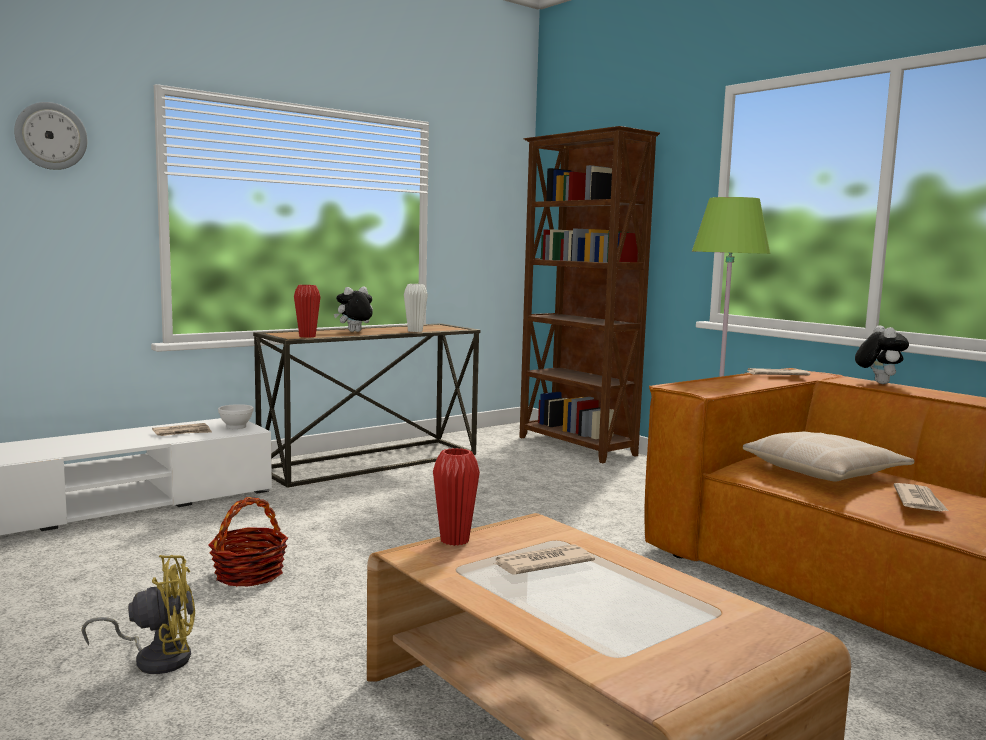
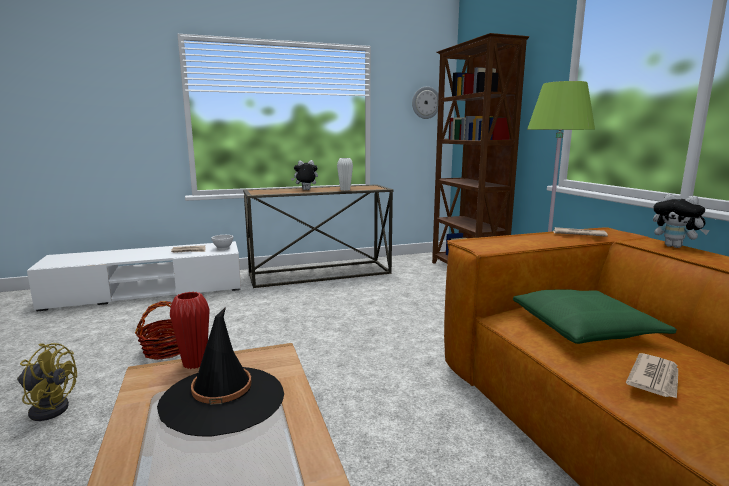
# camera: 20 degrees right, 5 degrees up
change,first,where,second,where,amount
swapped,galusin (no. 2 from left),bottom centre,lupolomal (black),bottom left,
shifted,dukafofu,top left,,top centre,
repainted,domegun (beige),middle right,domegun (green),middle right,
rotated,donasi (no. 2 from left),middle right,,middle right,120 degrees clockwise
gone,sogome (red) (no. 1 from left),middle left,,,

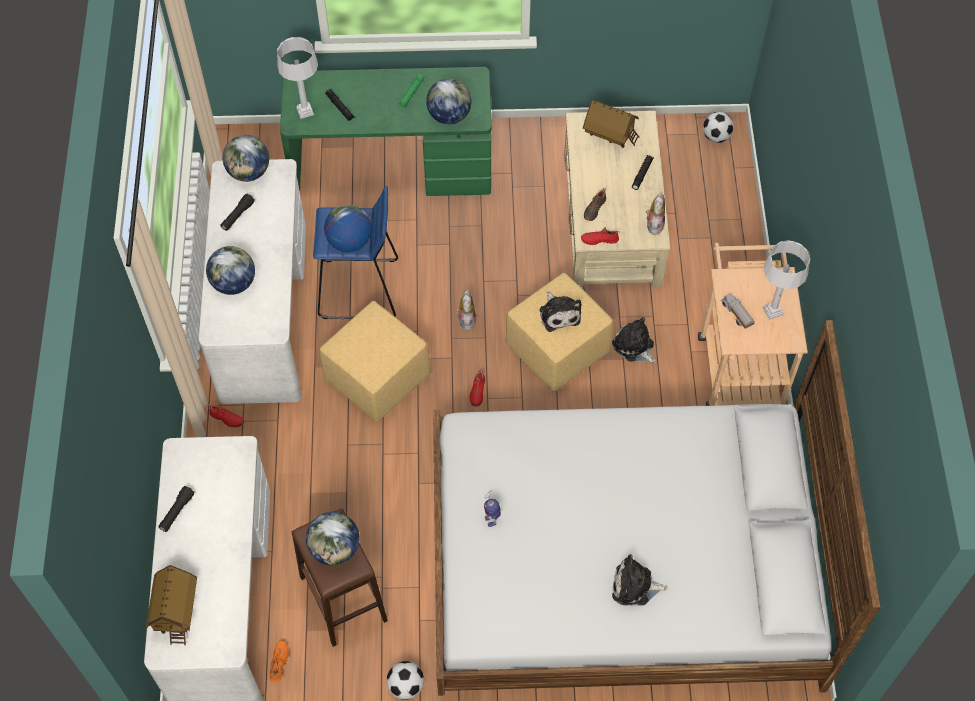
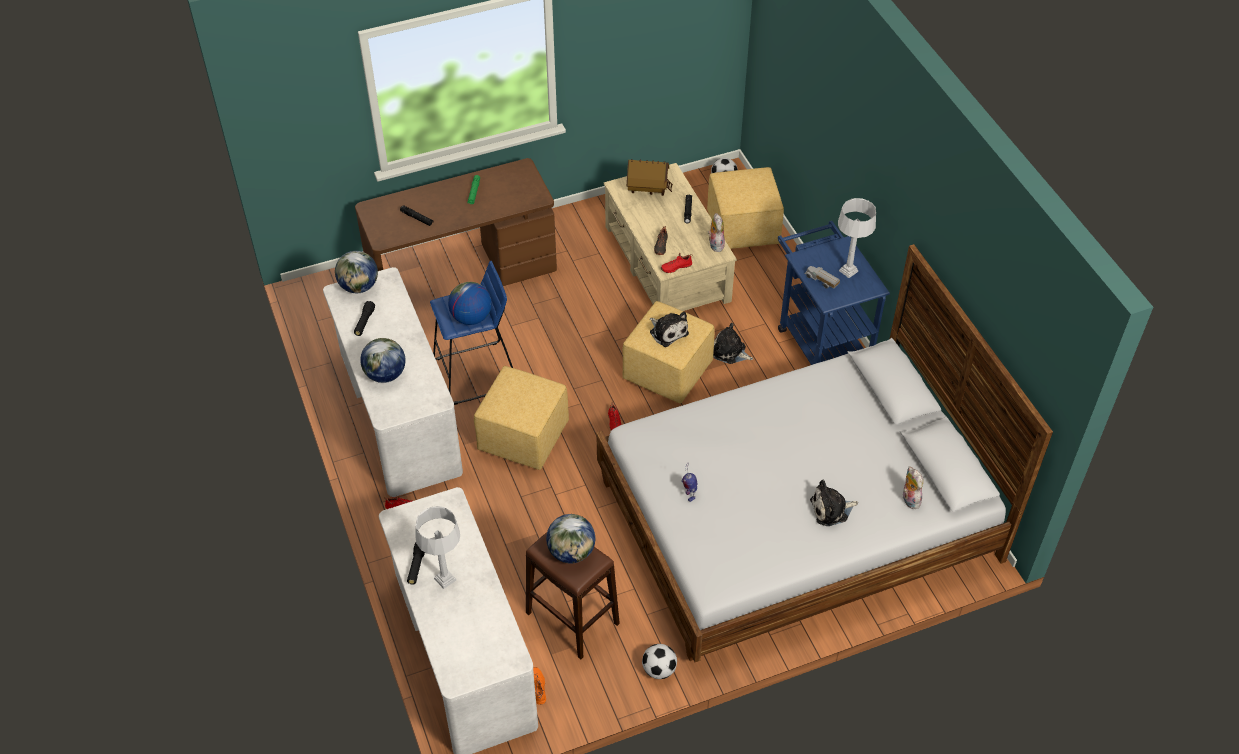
# camera: 20 degrees left, 10 degrees down
change,first,where,second,where,amount
repainted,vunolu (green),top centre,vunolu (brown),top centre,
shifted,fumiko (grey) (no. 1 from left),top left,,bottom centre,
new,,,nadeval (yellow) (no. 3 from left),top centre,
repainted,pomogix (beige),middle right,pomogix (blue),middle right,
shifted,donasi (no. 1 from left in the first image),centre,donasi (no. 5 from left),middle right,
gone,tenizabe (no. 1 from left),bottom left,,,
gone,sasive (no. 5 from left),top centre,,,

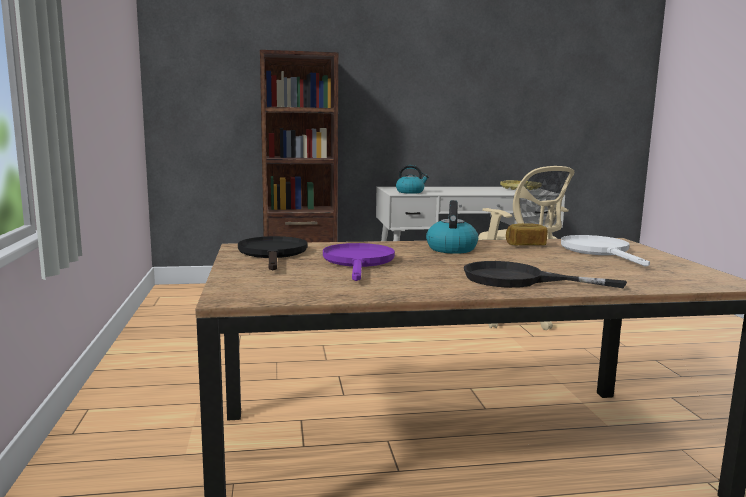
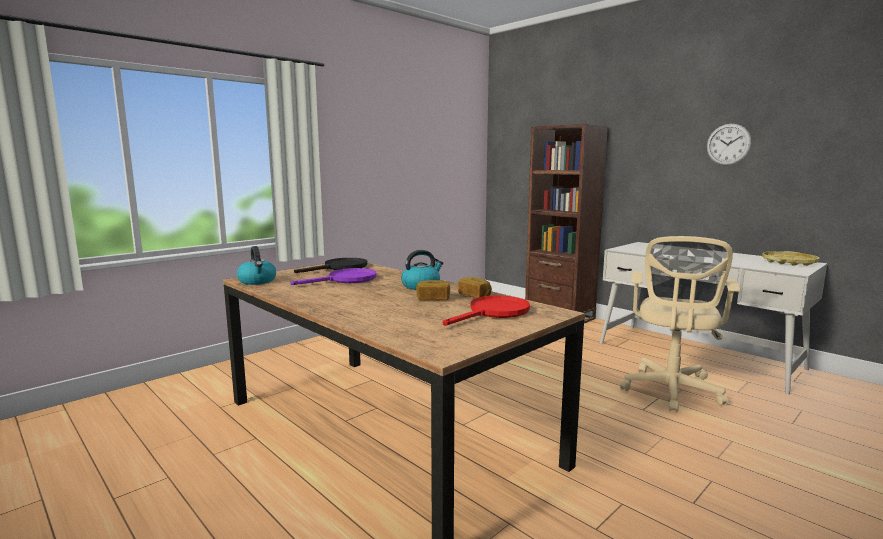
# camera: 55 degrees right, 0 degrees up
change,first,where,second,where,amount
shifted,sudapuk (no. 1 from left),centre,,middle left,
new,,,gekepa (no. 1 from left),centre,
repainted,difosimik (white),middle right,difosimik (red),centre,
new,,,dukafofu,top right,
gone,difosimik (black) (no. 2 from left),middle right,,,

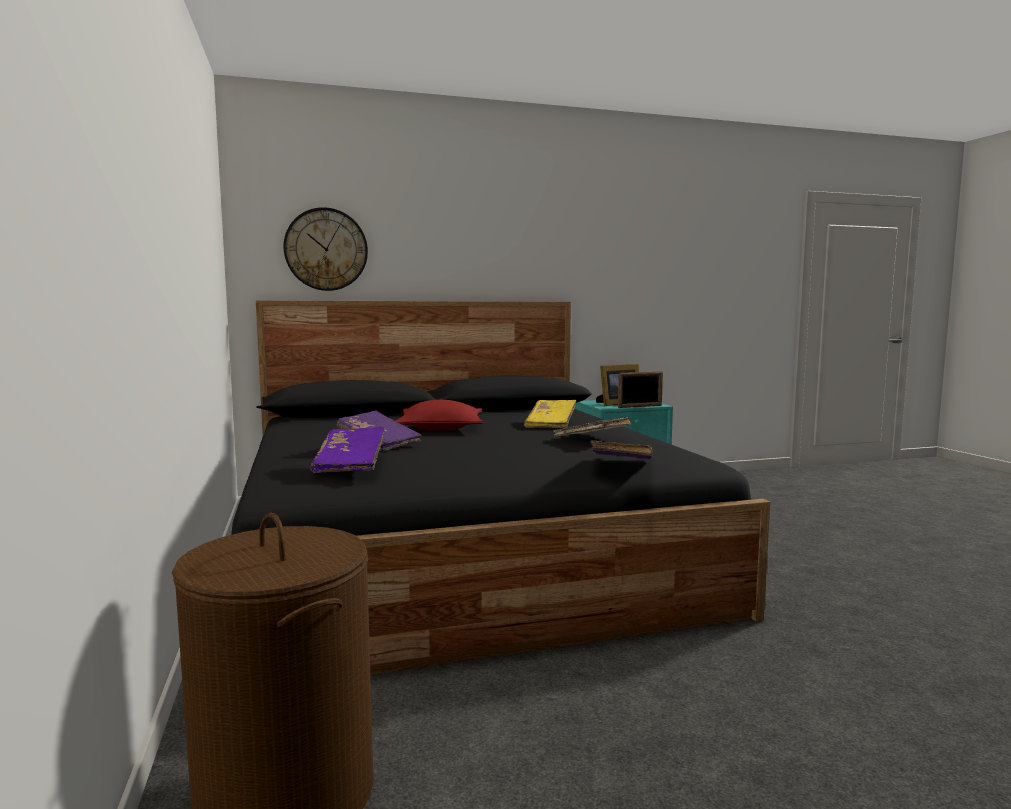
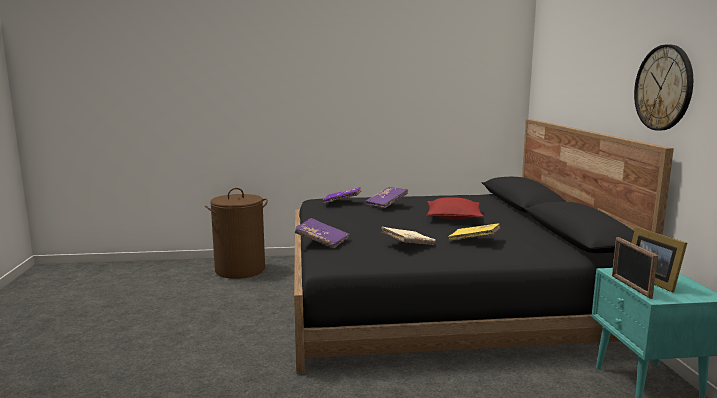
# camera: 100 degrees right, 5 degrees up
change,first,where,second,where,amount
shifted,dukafofu,top left,,top right,

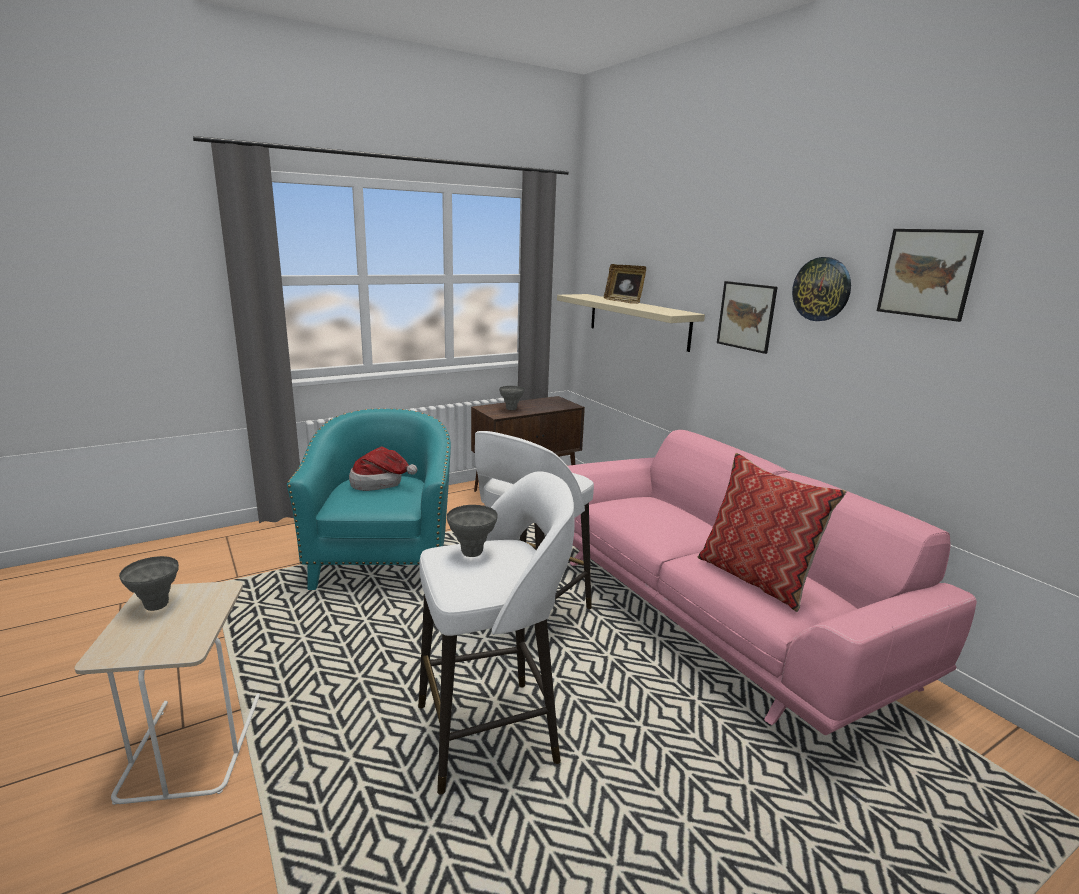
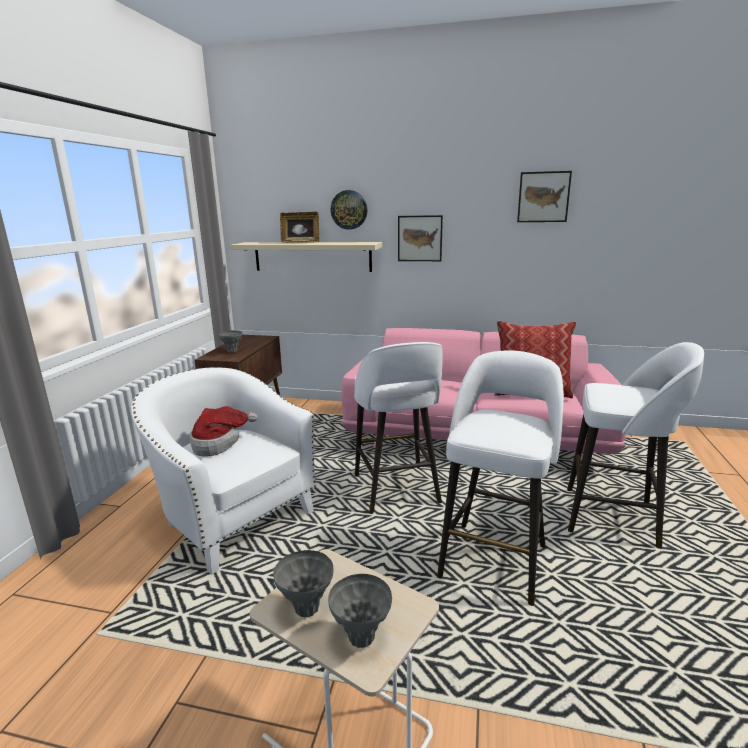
# camera: 45 degrees left, 0 degrees up
change,first,where,second,where,amount
repainted,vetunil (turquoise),centre,vetunil (white),middle left,
shifted,sogome (grey) (no. 2 from left in the first image),centre,sogome (grey) (no. 3 from left),bottom centre,
shifted,dukafofu,top right,,top centre,
new,,,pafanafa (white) (no. 3 from left),middle right,

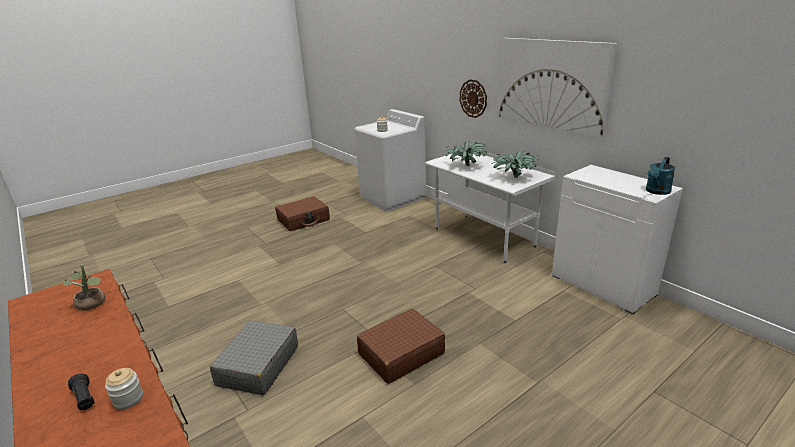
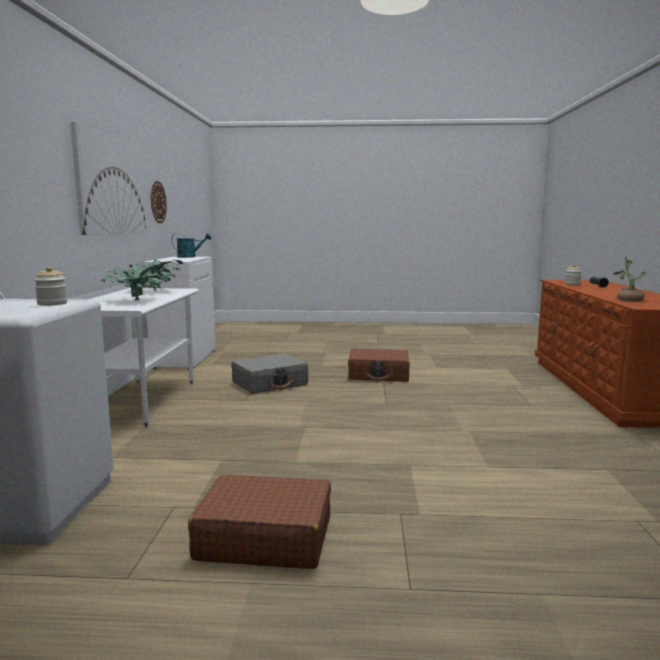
# camera: 140 degrees left, 15 degrees down
change,first,where,second,where,amount
shifted,dukafofu,top centre,,top left,
shifted,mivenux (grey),bottom left,,centre,

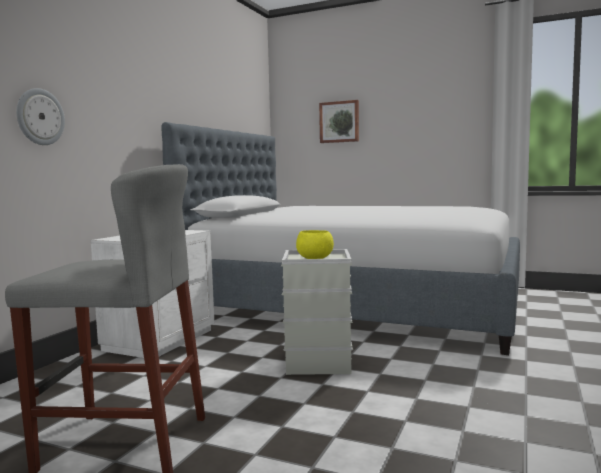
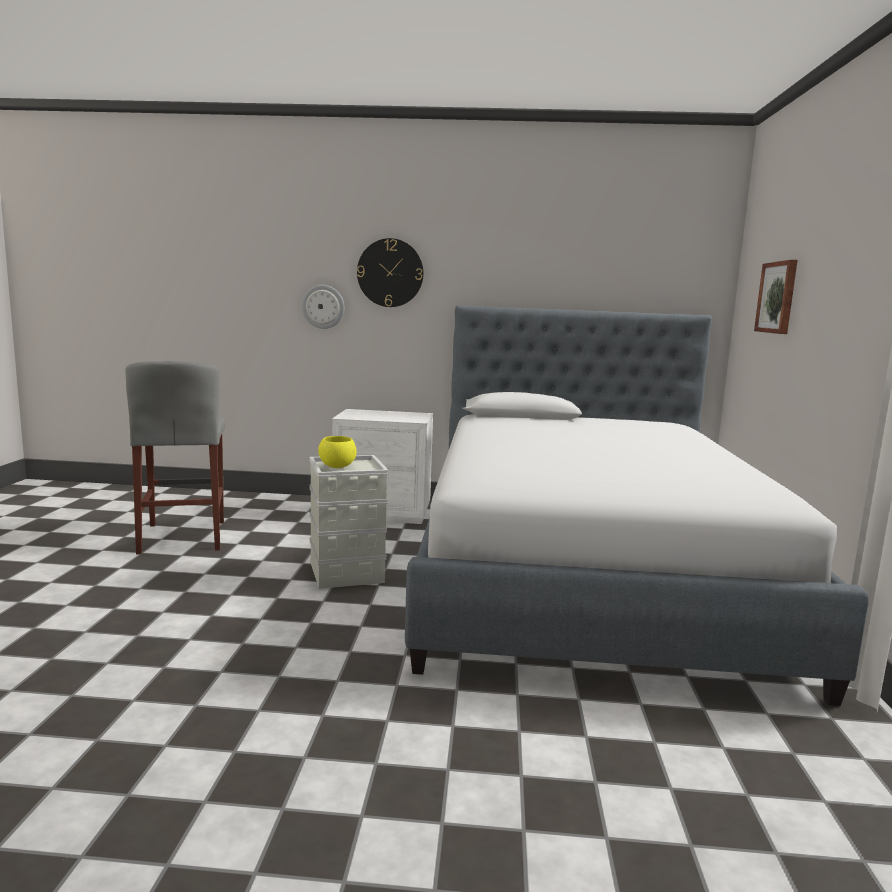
# camera: 70 degrees right, 5 degrees up
change,first,where,second,where,amount
new,,,dukafofu (no. 2 from left),top centre,

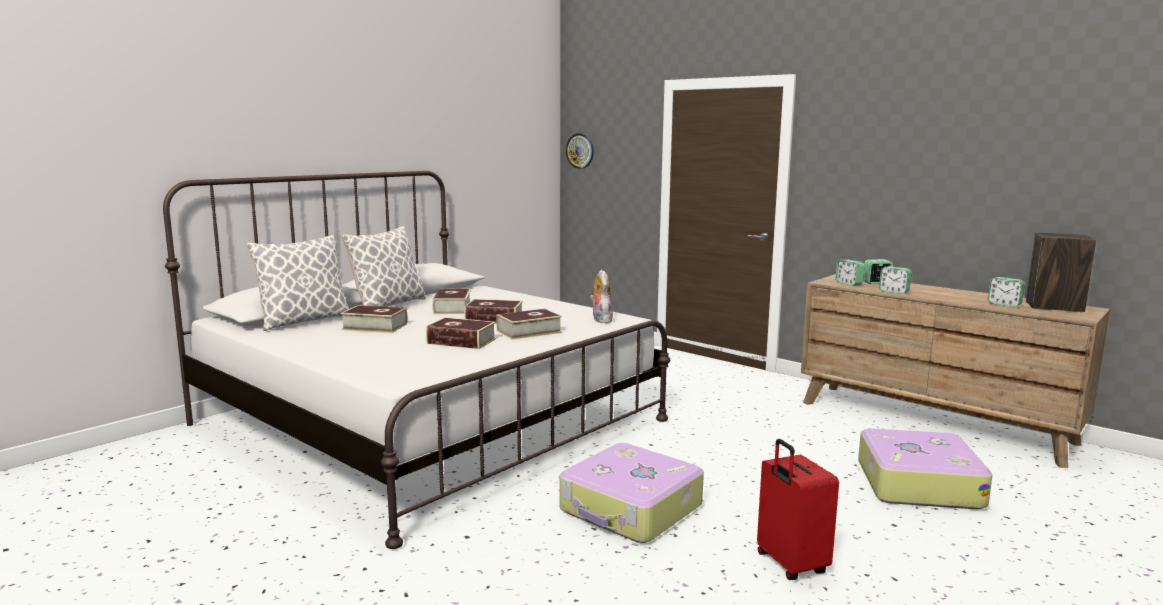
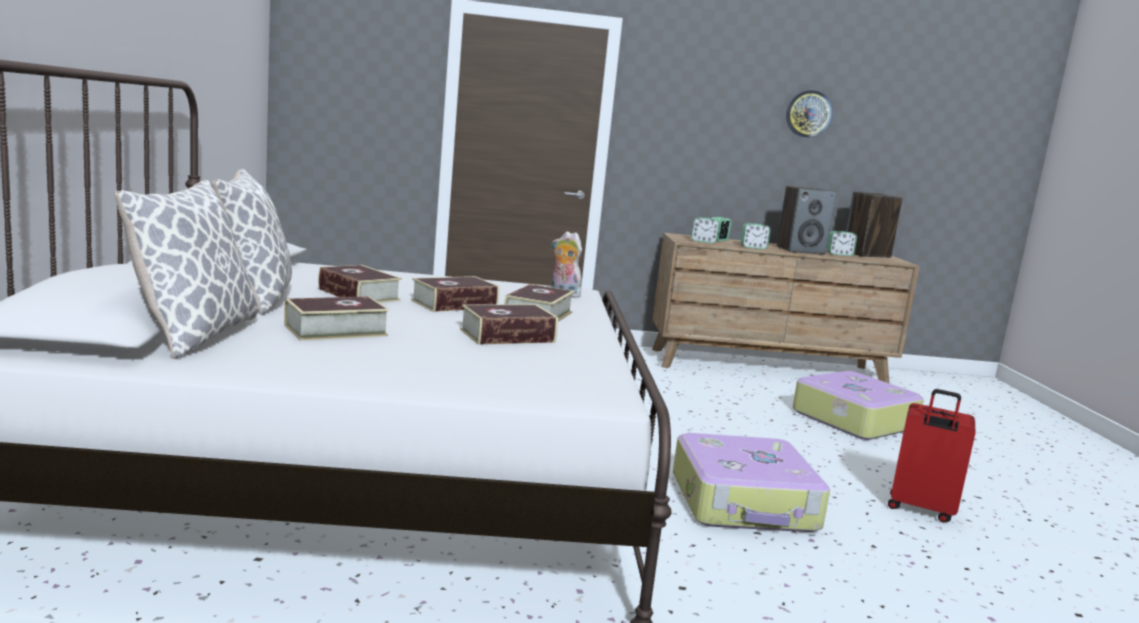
# camera: 45 degrees left, 0 degrees up
change,first,where,second,where,amount
new,,,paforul (no. 1 from left),middle right,
shifted,dukafofu,top centre,,top right,

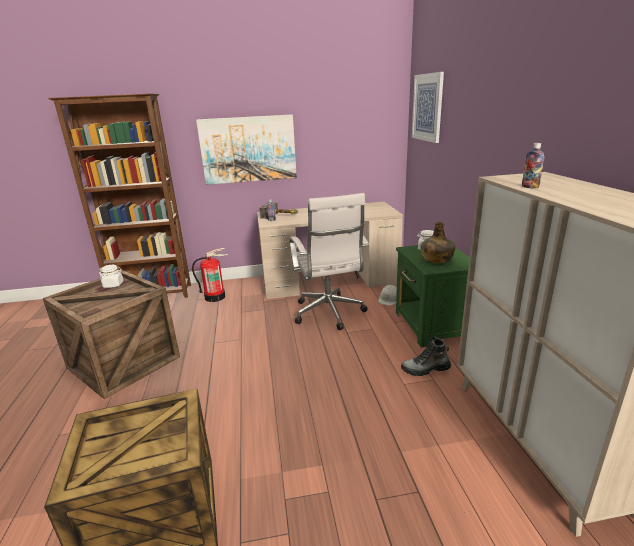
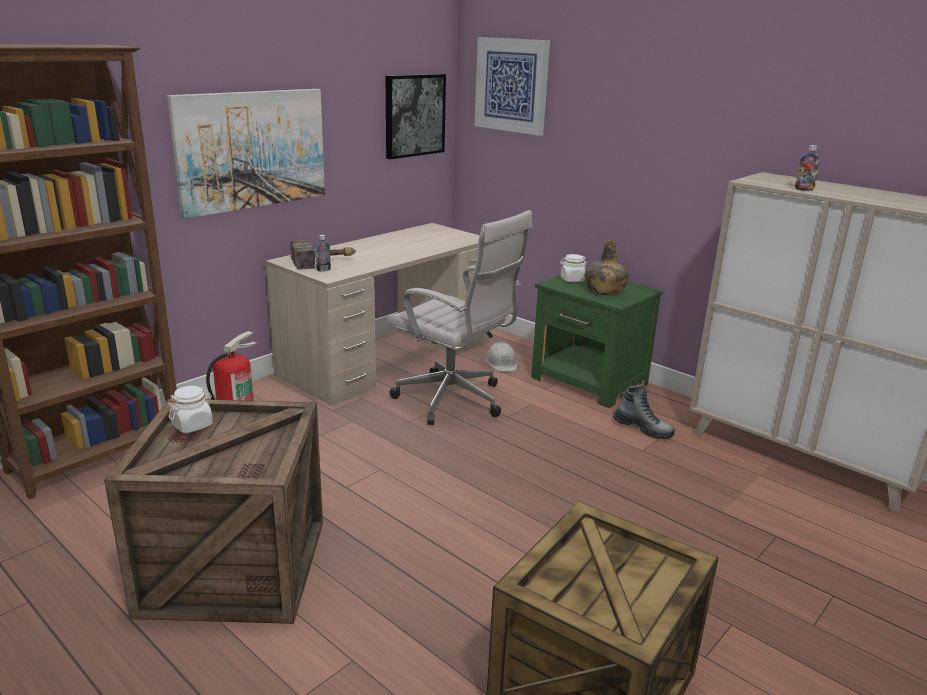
# camera: 40 degrees left, 0 degrees up
change,first,where,second,where,amount
new,,,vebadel (no. 2 from left),top centre,
rotated,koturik,middle right,,middle right,105 degrees counterclockwise

